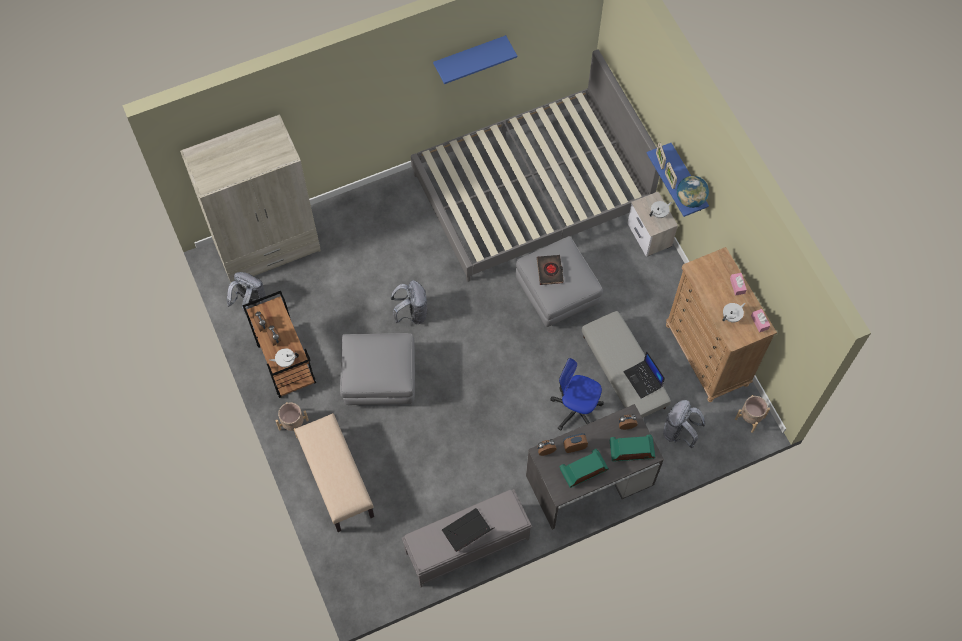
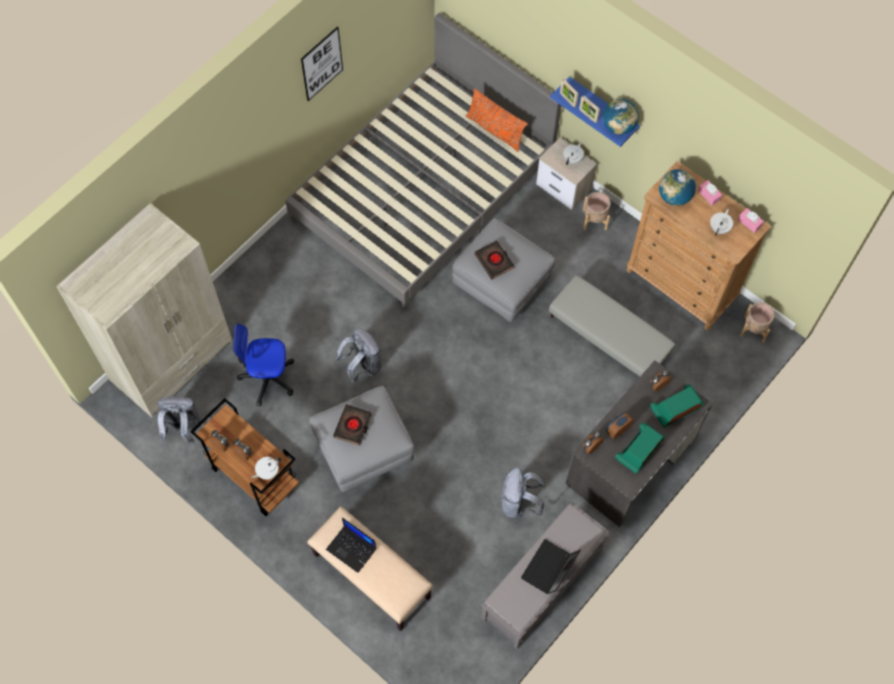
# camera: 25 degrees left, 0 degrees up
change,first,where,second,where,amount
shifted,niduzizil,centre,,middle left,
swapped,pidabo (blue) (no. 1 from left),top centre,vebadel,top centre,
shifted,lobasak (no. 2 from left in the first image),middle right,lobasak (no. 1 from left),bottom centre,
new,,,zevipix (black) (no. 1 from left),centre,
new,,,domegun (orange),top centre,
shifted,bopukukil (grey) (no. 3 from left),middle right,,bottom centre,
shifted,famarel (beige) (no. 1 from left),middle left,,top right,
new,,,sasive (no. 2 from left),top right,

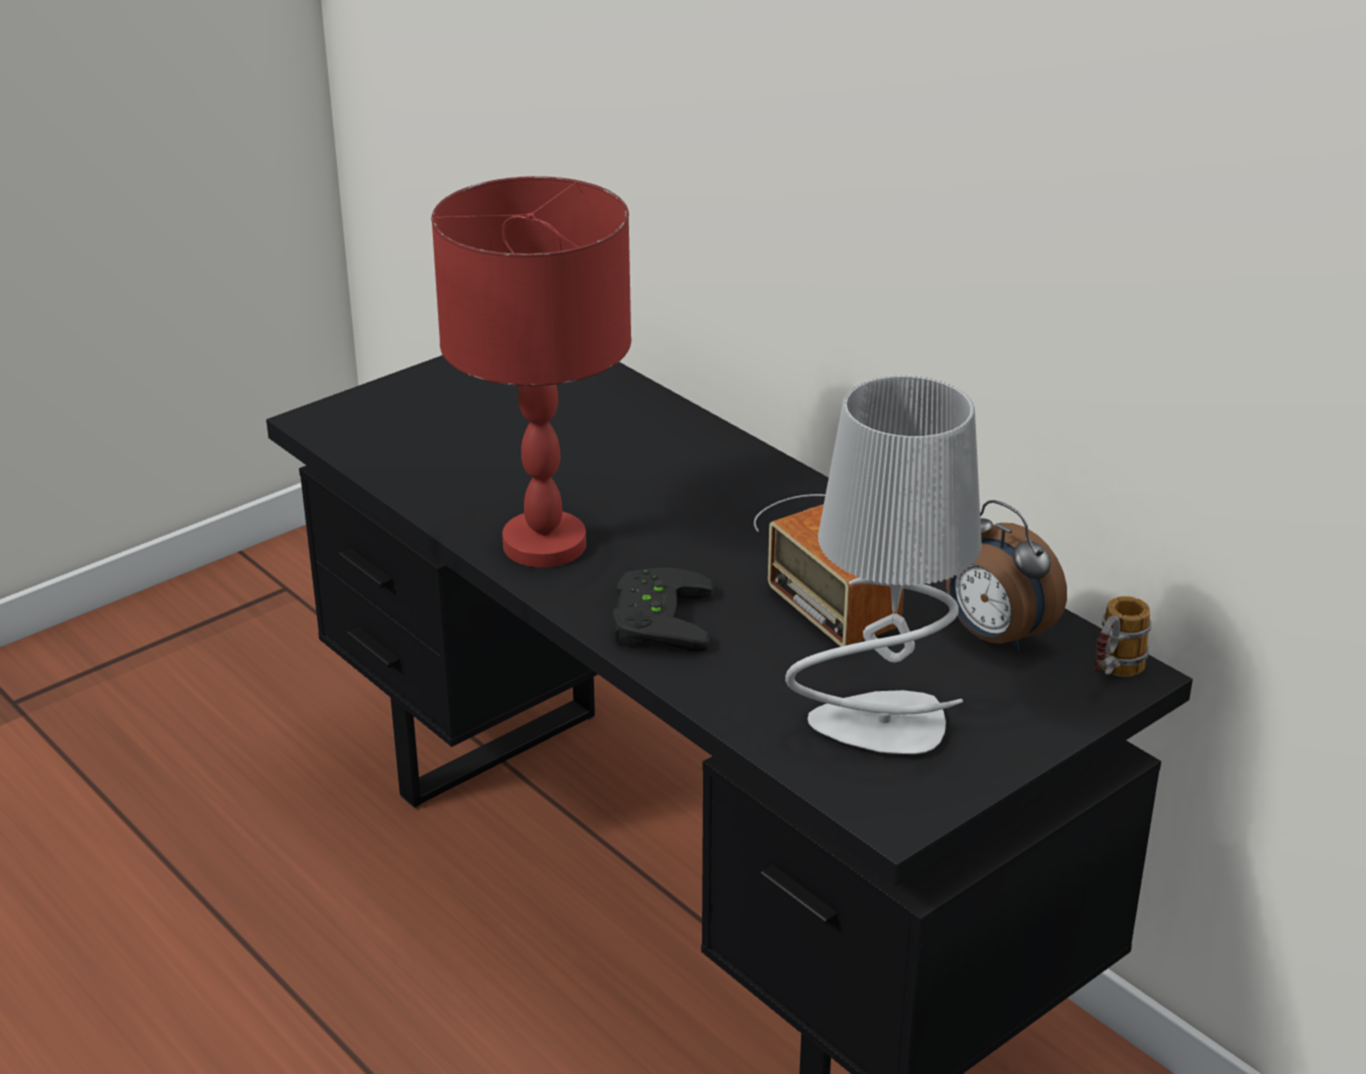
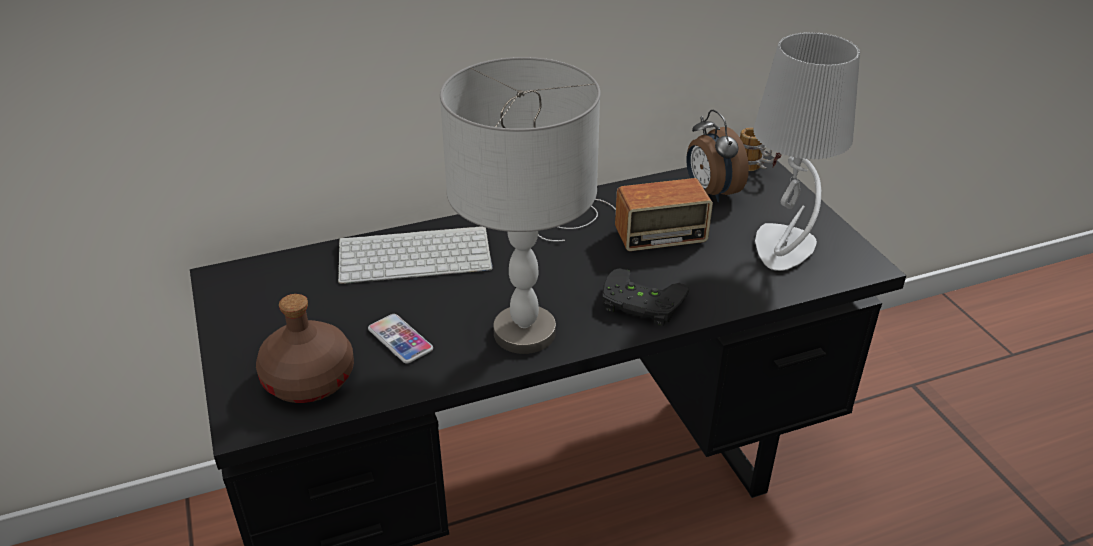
# camera: 70 degrees left, 5 degrees up
change,first,where,second,where,amount
new,,,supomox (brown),middle left,
new,,,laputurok,centre,
new,,,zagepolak,centre,
repainted,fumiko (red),centre,fumiko (grey) (no. 1 from left),centre,
rotated,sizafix,middle right,,top centre,90 degrees clockwise

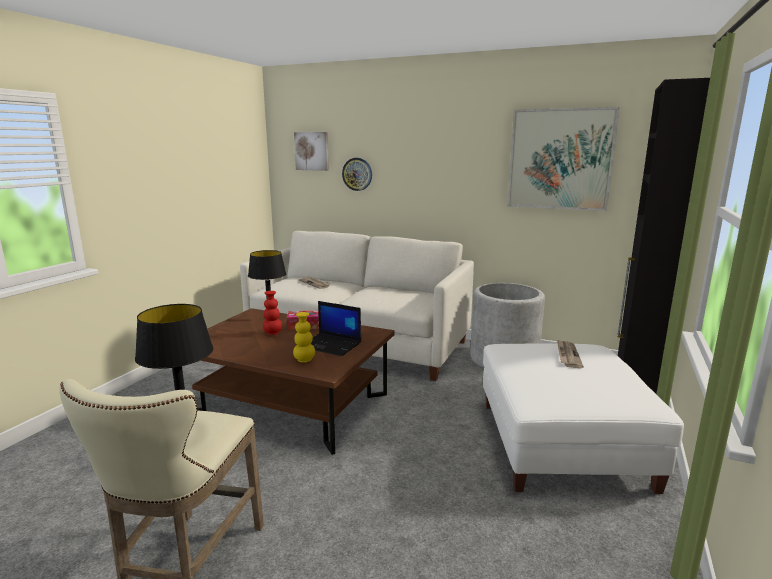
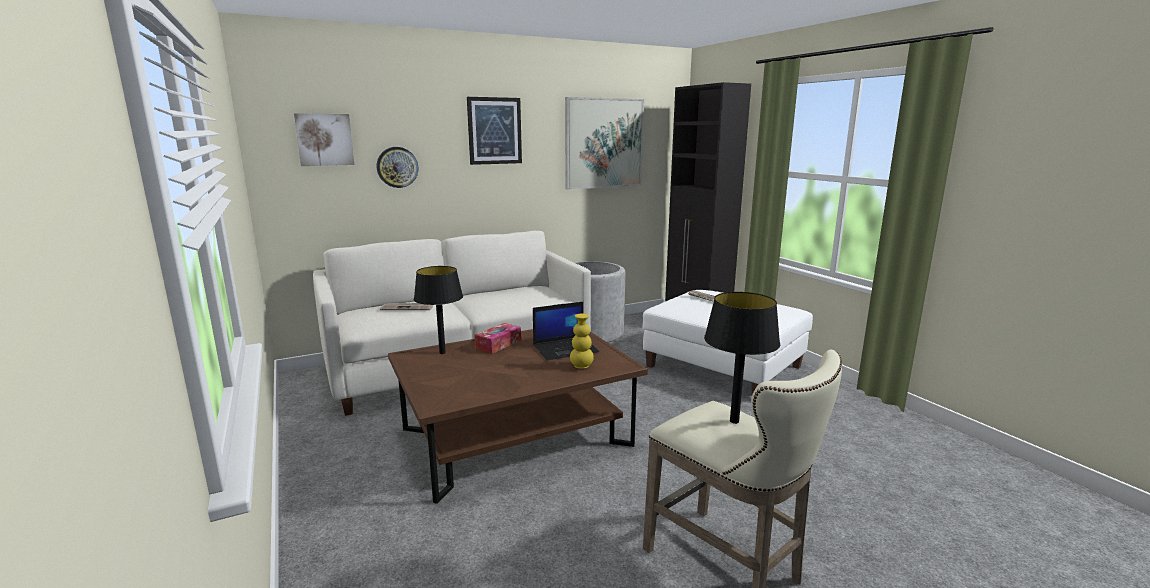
# camera: 50 degrees left, 0 degrees up
change,first,where,second,where,amount
new,,,vebadel (no. 2 from left),top centre,
gone,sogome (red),centre,,,

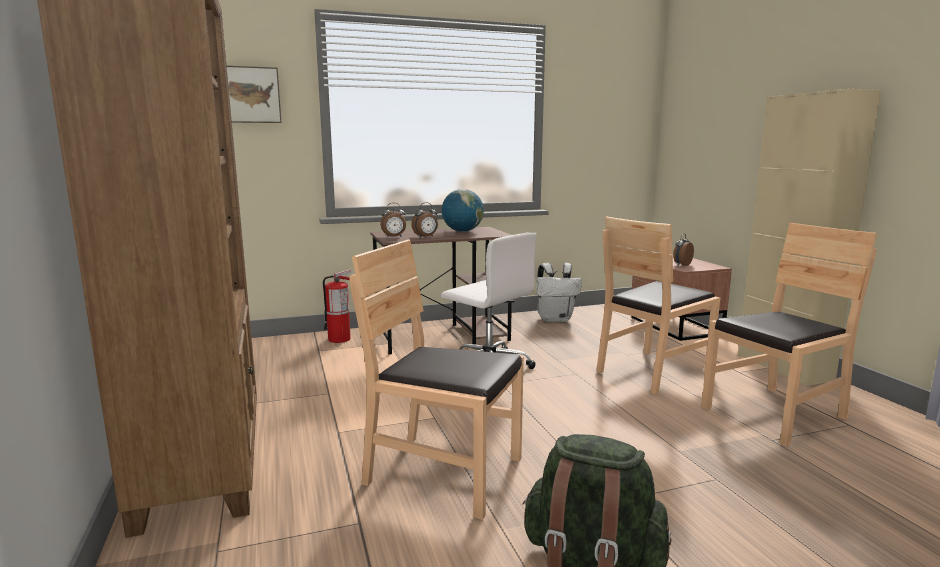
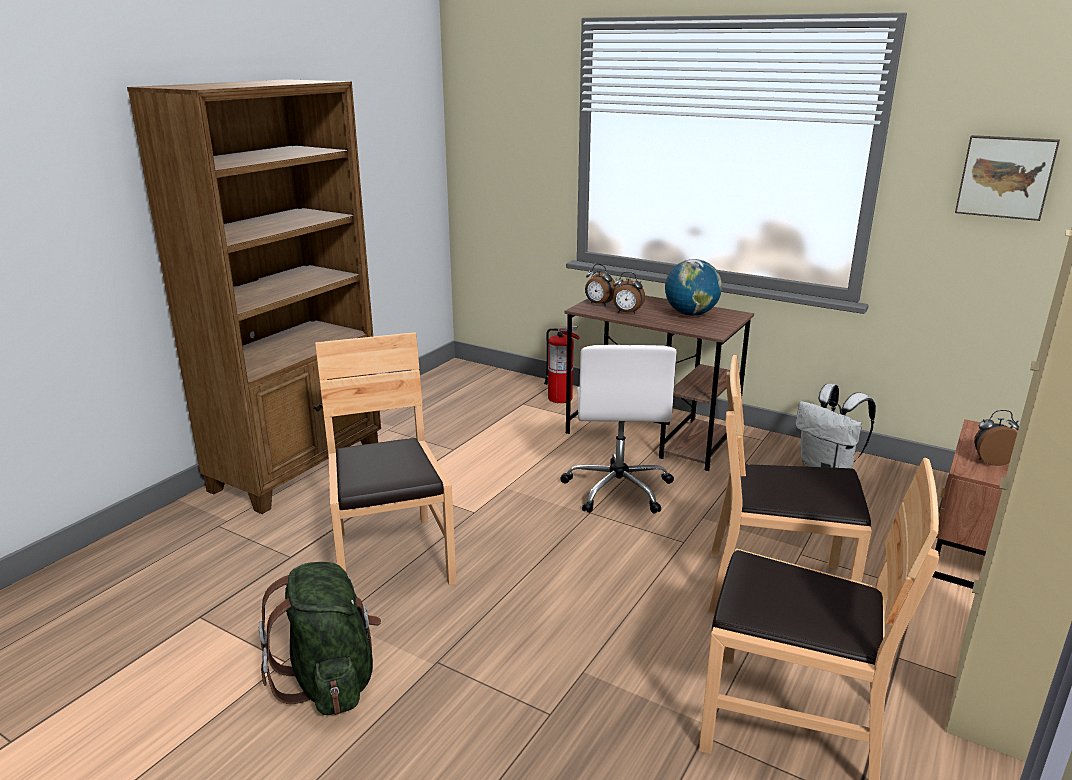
# camera: 50 degrees right, 10 degrees up
change,first,where,second,where,amount
shifted,vebadel,top left,,top right,

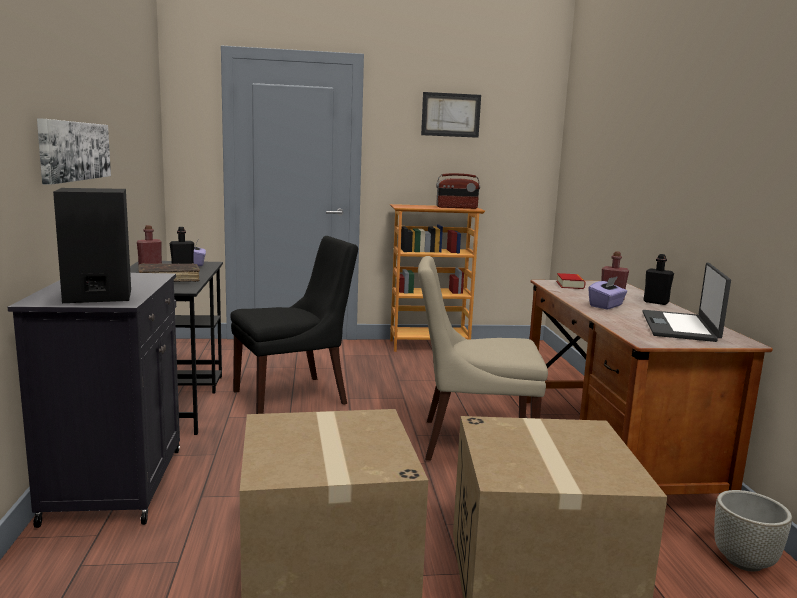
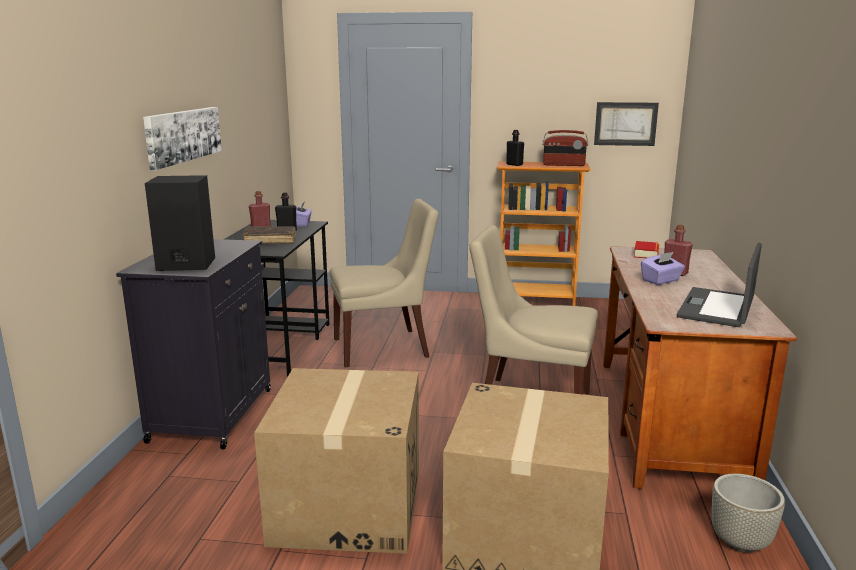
# camera: 15 degrees right, 5 degrees up
change,first,where,second,where,amount
repainted,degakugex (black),centre,degakugex (beige) (no. 1 from left),centre,
shifted,supomox (black) (no. 2 from left),middle right,,top centre,
shifted,vebadel (no. 2 from left),top centre,,top right,

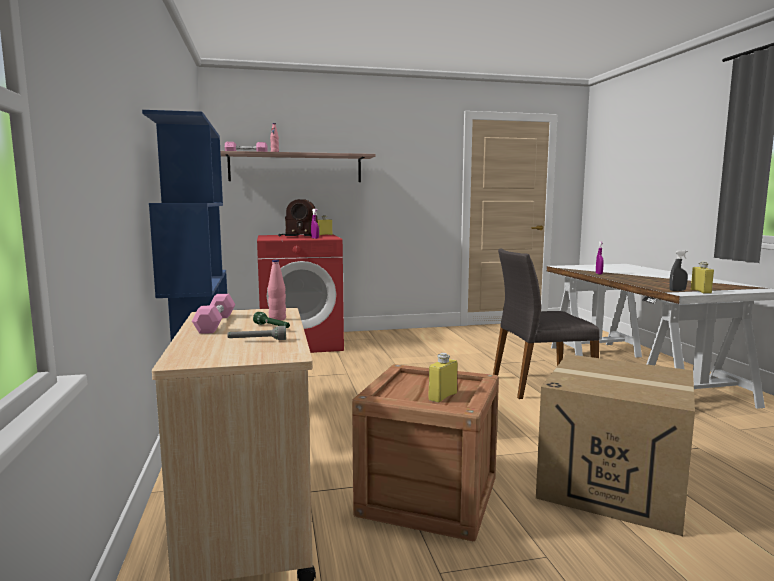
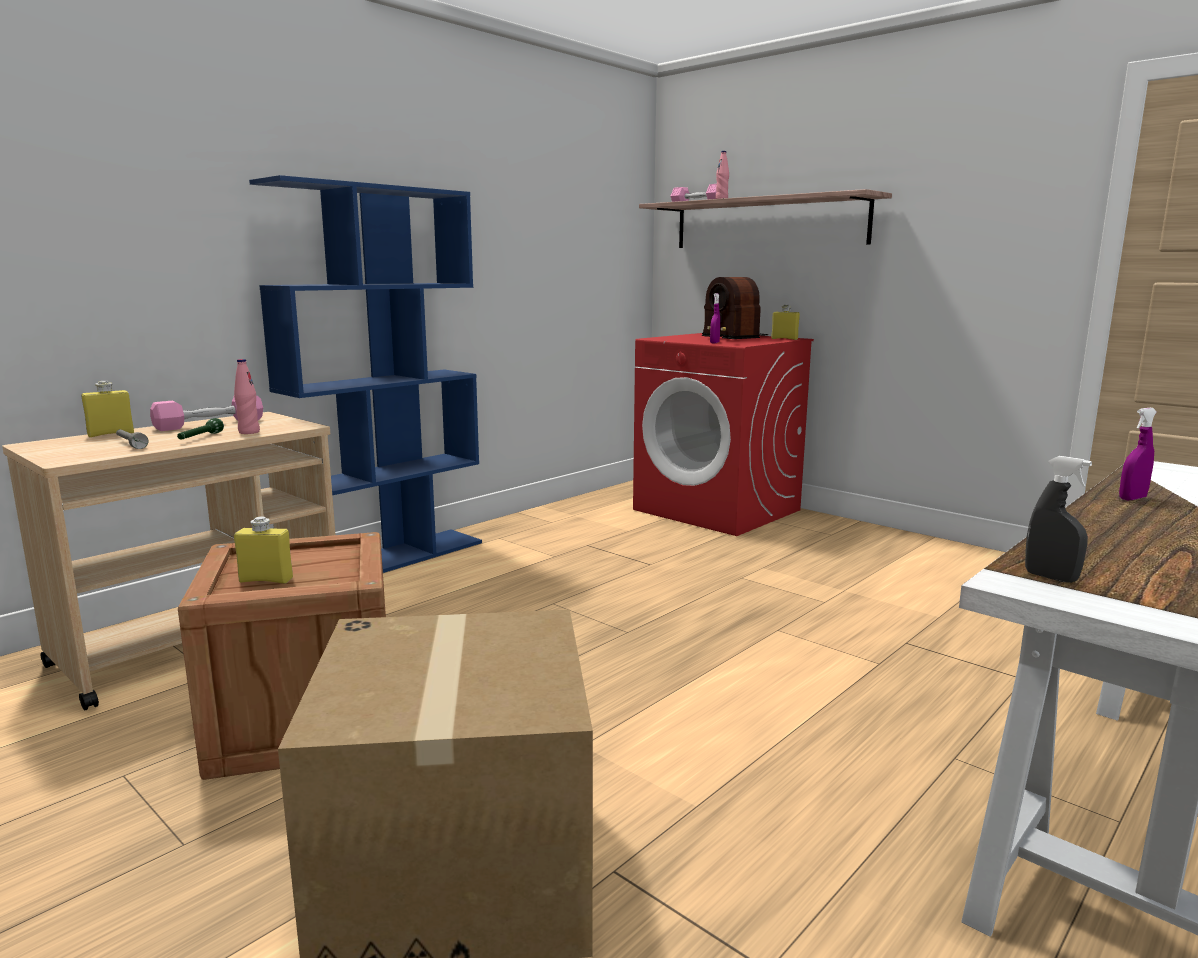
# camera: 55 degrees right, 5 degrees up
change,first,where,second,where,amount
shifted,supomox (yellow) (no. 3 from left in the first image),middle right,supomox (yellow) (no. 1 from left),middle left,
gone,degakugex (grey),middle right,,,

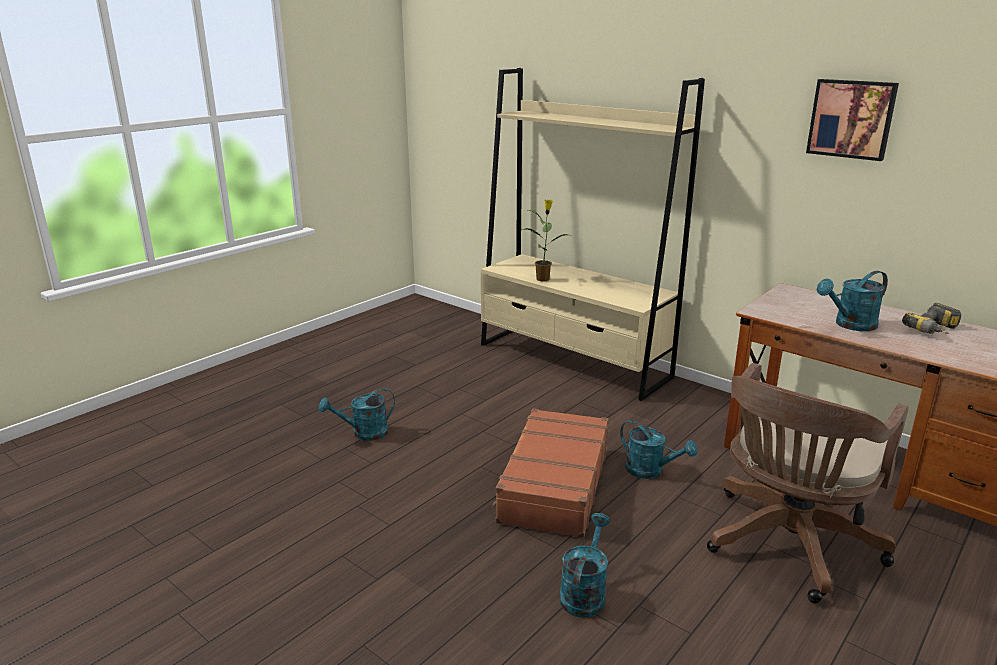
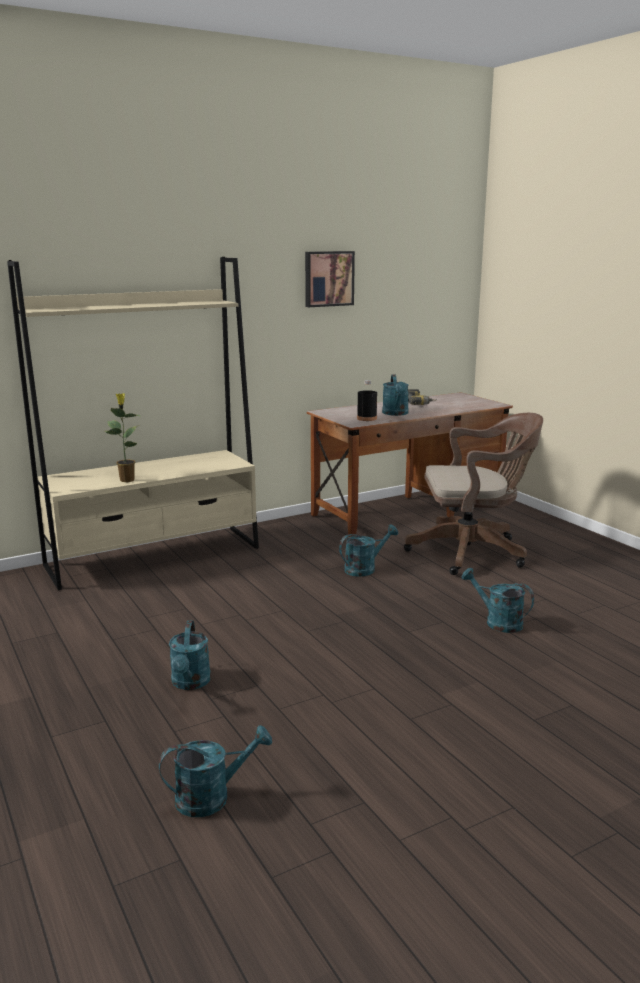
# camera: 70 degrees left, 5 degrees down
change,first,where,second,where,amount
new,,,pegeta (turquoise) (no. 2 from left),bottom centre,
new,,,supomox (black),centre,
rotated,niduzizil (brown),bottom right,,middle right,60 degrees counterclockwise
gone,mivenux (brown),bottom centre,,,

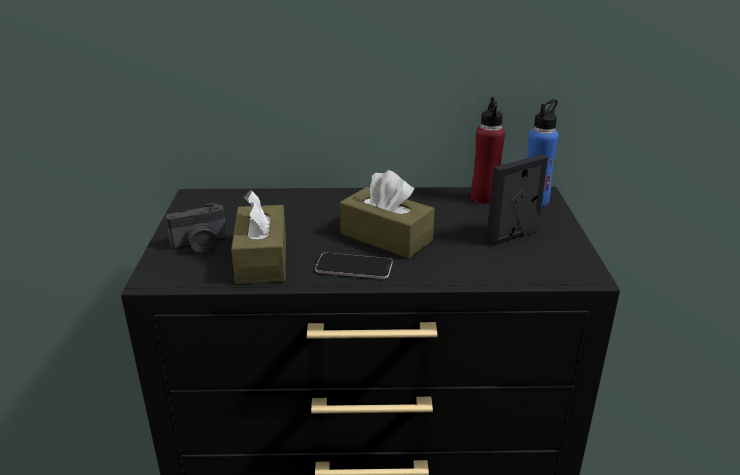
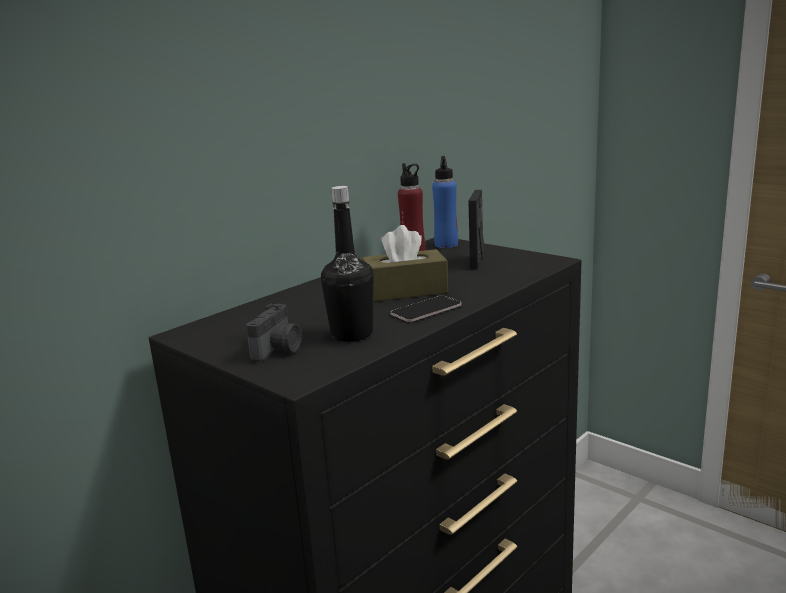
# camera: 45 degrees left, 10 degrees down
change,first,where,second,where,amount
swapped,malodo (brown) (no. 1 from left),centre,supomox (black),centre,

